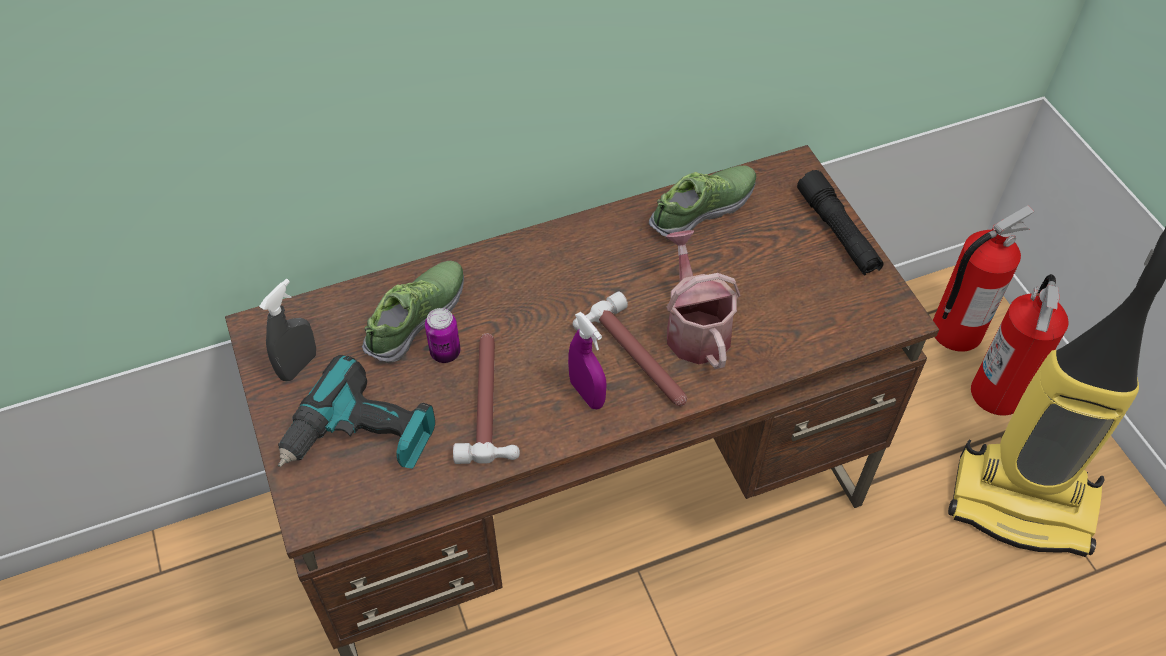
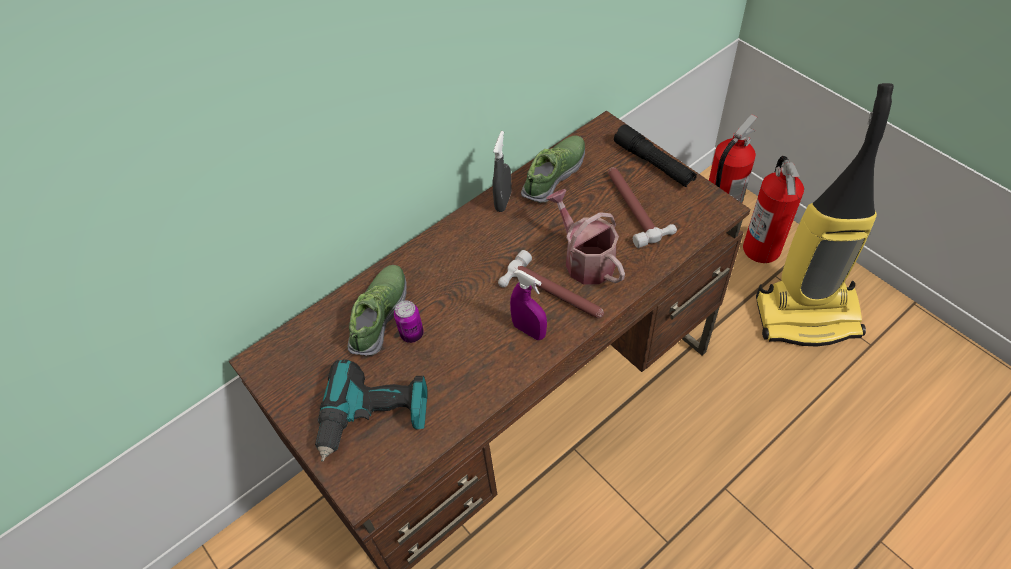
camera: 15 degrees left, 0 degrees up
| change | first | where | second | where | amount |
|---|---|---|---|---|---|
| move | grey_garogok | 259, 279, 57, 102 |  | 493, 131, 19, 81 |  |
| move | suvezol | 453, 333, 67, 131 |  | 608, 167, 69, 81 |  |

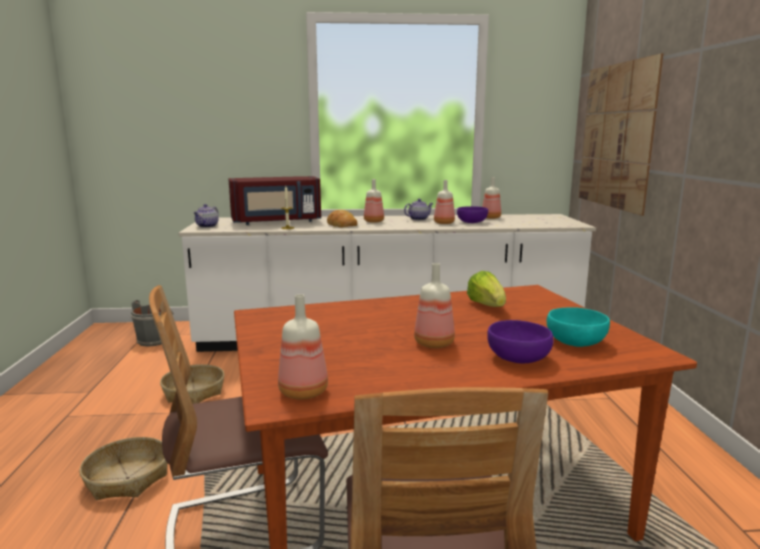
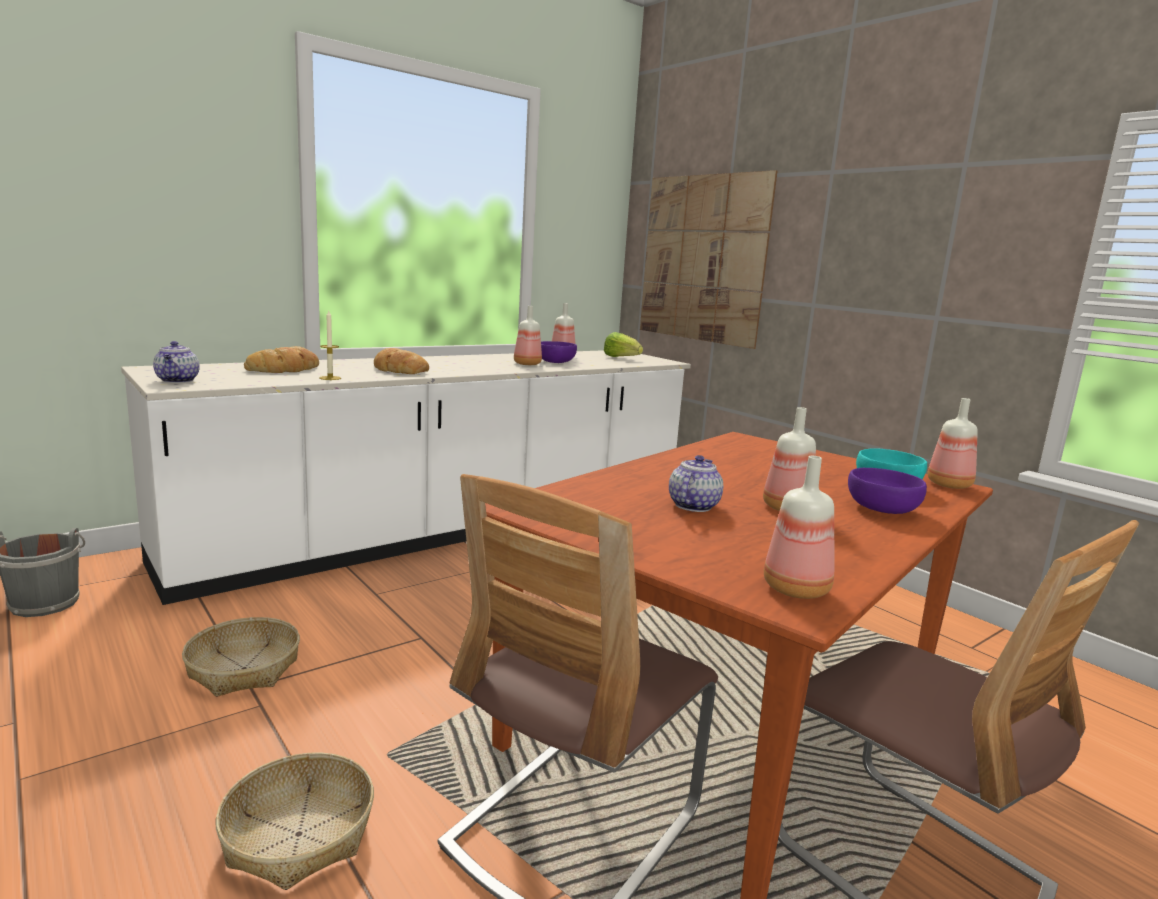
camera: 35 degrees left, 0 degrees up
| change | first | where | second | where | amount |
|---|---|---|---|---|---|
| replace | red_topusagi | 228, 176, 93, 49 | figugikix | 244, 346, 75, 27 |  |
| move | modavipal | 364, 179, 20, 44 |  | 927, 398, 51, 91 |  |
| move | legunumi | 404, 199, 29, 21 |  | 669, 455, 54, 57 |  |
| move | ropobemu | 467, 271, 39, 36 |  | 604, 332, 39, 25 |  |

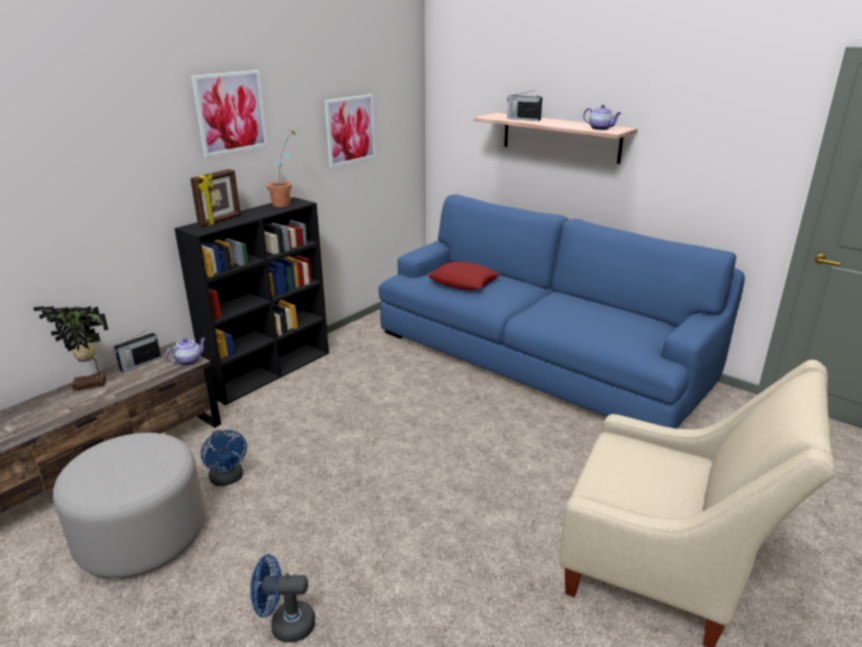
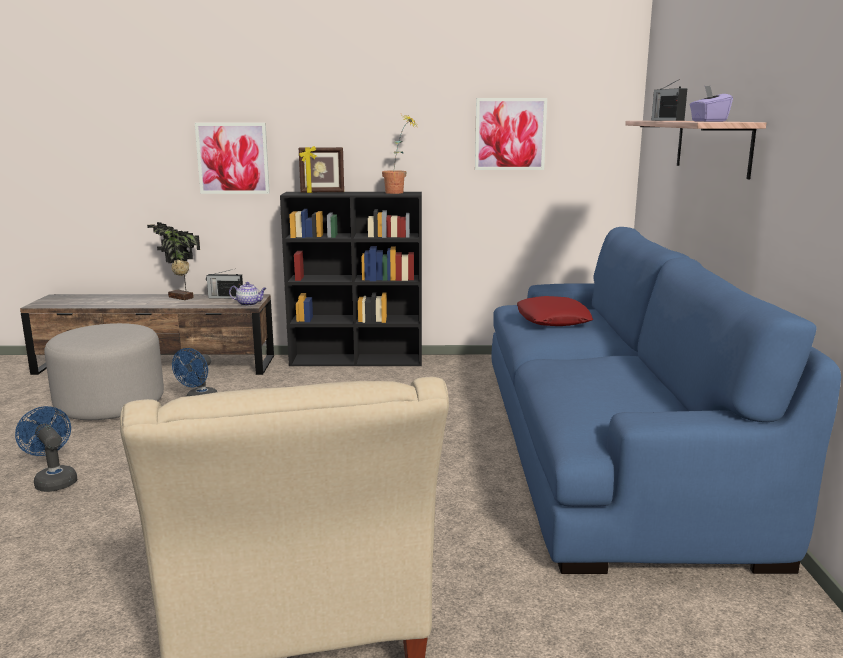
camera: 50 degrees right, 10 degrees down
| change | first | where | second | where | amount |
|---|---|---|---|---|---|
| move | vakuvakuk | 191, 70, 77, 87 |  | 195, 123, 75, 71 |  |
| replace | legunumi | 583, 105, 38, 25 | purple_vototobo | 690, 86, 43, 36 |  |

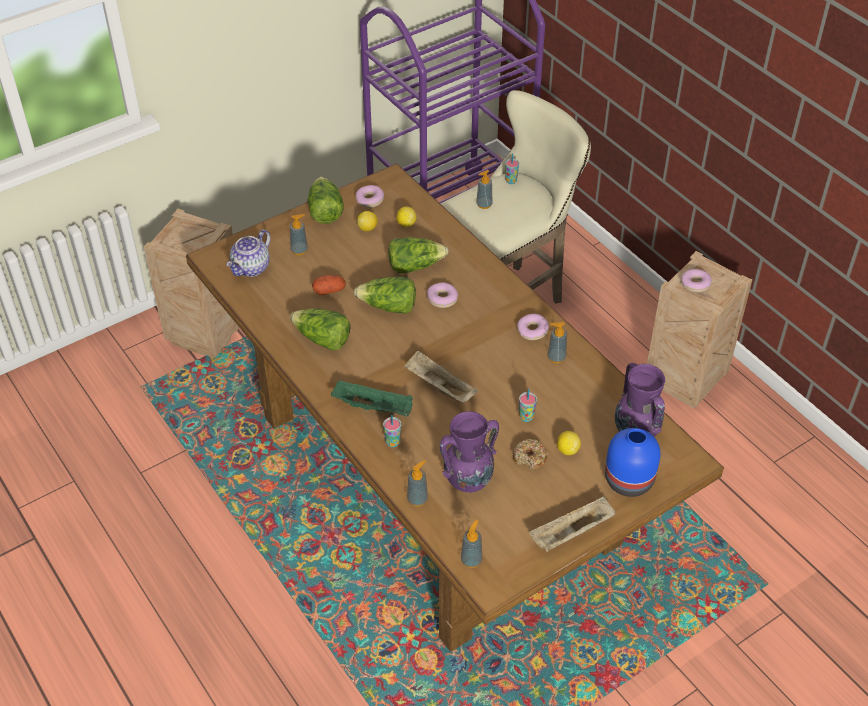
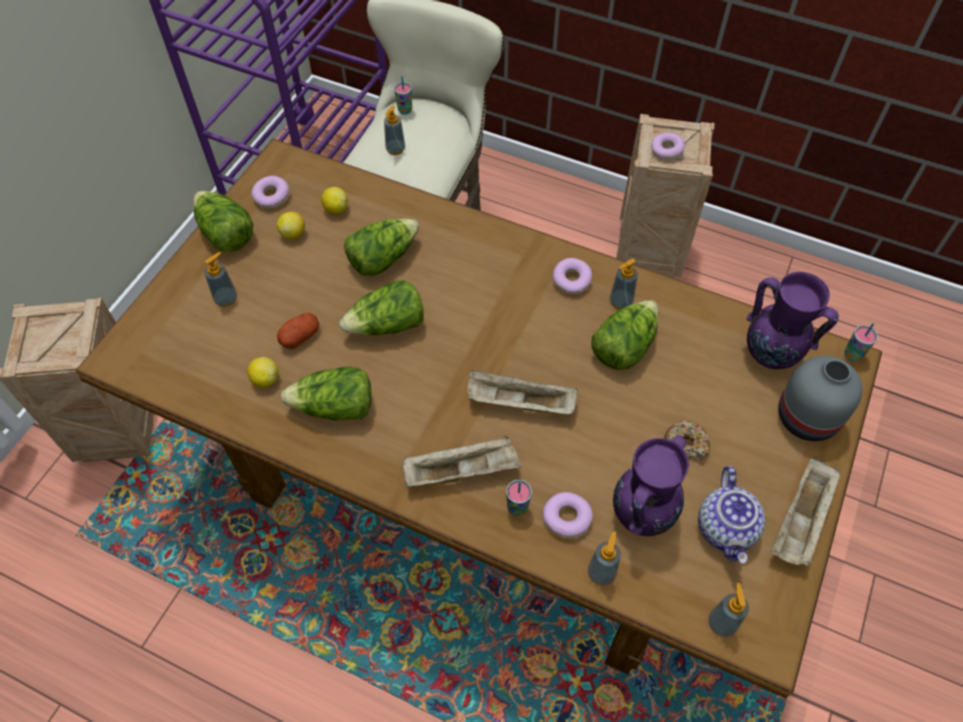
camera: 30 degrees left, 10 degrees up
| change | first | where | second | where | amount |
|---|---|---|---|---|---|
| move | legunumi | 226, 229, 45, 48 |  | 698, 466, 67, 98 |  |
| recolor | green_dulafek | 331, 380, 82, 37 | beige_dulafek | 403, 435, 118, 52 |  |
| move | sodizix | 427, 283, 31, 25 |  | 543, 492, 50, 47 |  |
| move | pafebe | 519, 389, 18, 33 |  | 845, 323, 33, 39 |  |
| move | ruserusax | 557, 431, 24, 24 |  | 247, 357, 31, 31 |  |
| recolor | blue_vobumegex | 605, 428, 56, 69 | grey_vobumegex | 778, 356, 84, 85 |  |
| insert |  |  | ropobemu | 591, 300, 67, 70 |  |

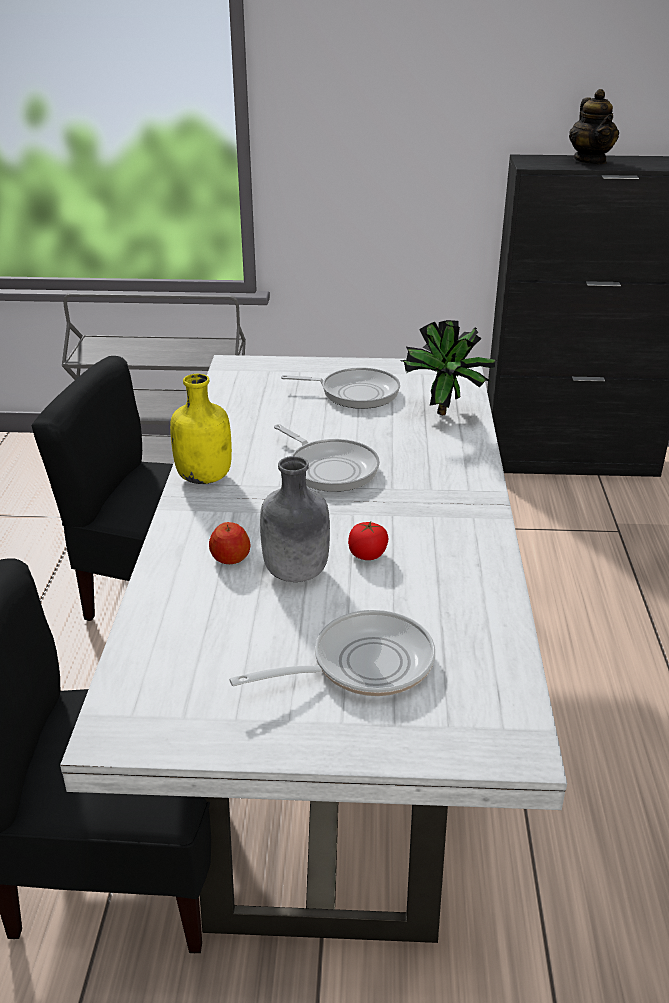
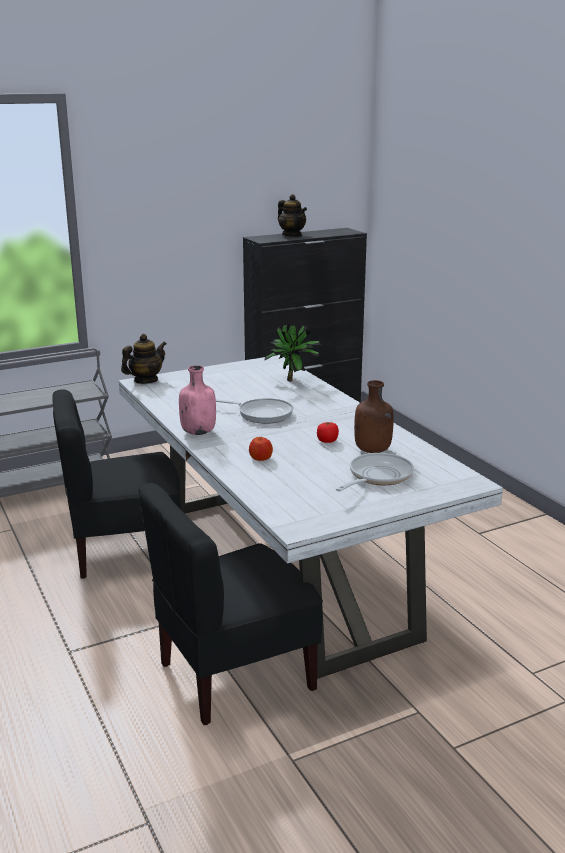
camera: 30 degrees left, 10 degrees down
| change | first | where | second | where | amount |
|---|---|---|---|---|---|
| recolor | yellow_modavipal | 170, 374, 62, 110 | pink_modavipal | 179, 365, 37, 70 |  |
| delete | grey_modavipal | 260, 456, 70, 126 |  |  |  |
| delete | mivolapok | 281, 367, 119, 42 |  |  |  |
| insert |  |  | legunumi | 121, 334, 45, 50 |  |
| insert |  |  | brown_modavipal | 354, 380, 40, 73 |  |

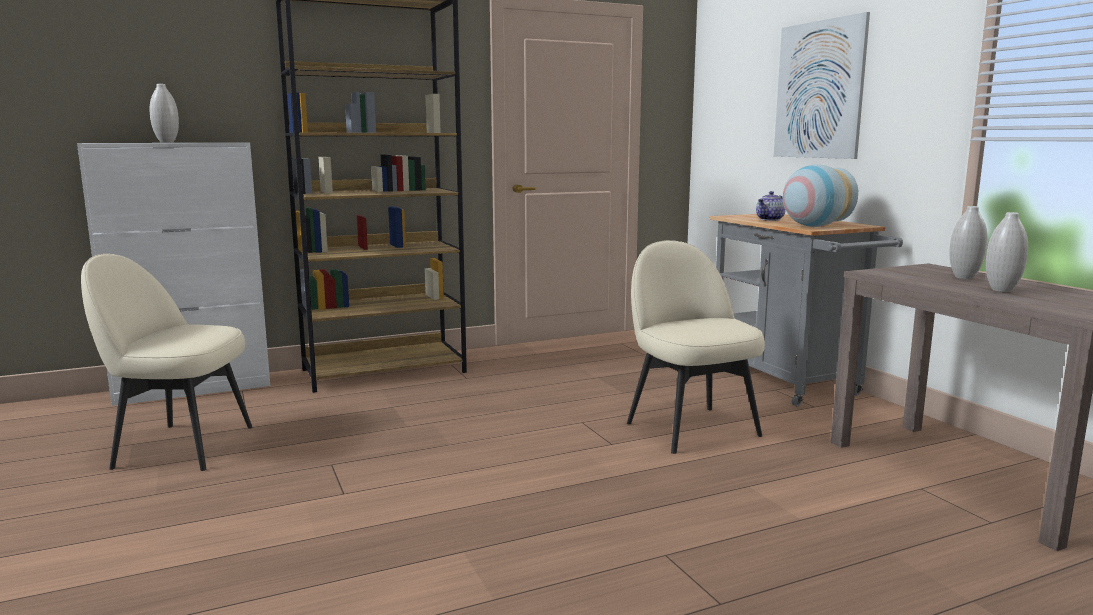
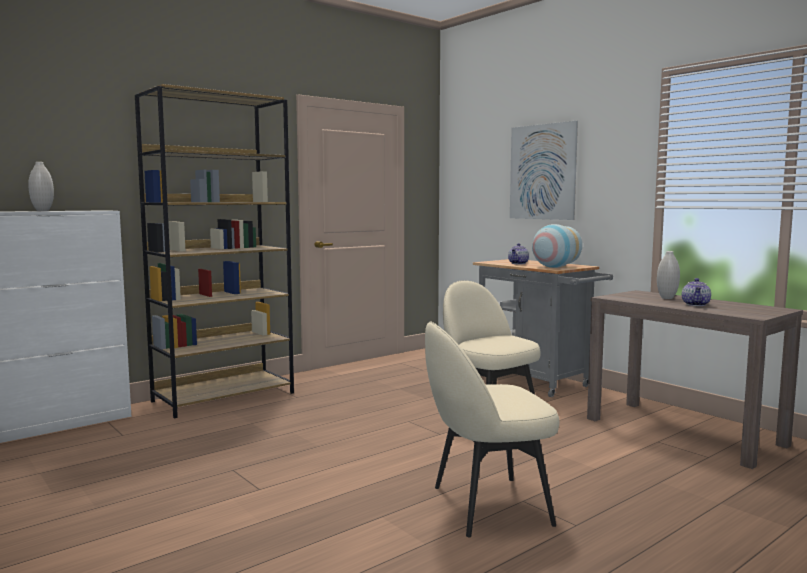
camera: 15 degrees left, 5 degrees down
| change | first | where | second | where | amount |
|---|---|---|---|---|---|
| move | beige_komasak | 81, 254, 171, 217 |  | 425, 321, 134, 216 |  |
| replace | white_vobumegex | 986, 212, 42, 80 | legunumi | 682, 278, 29, 28 |  |

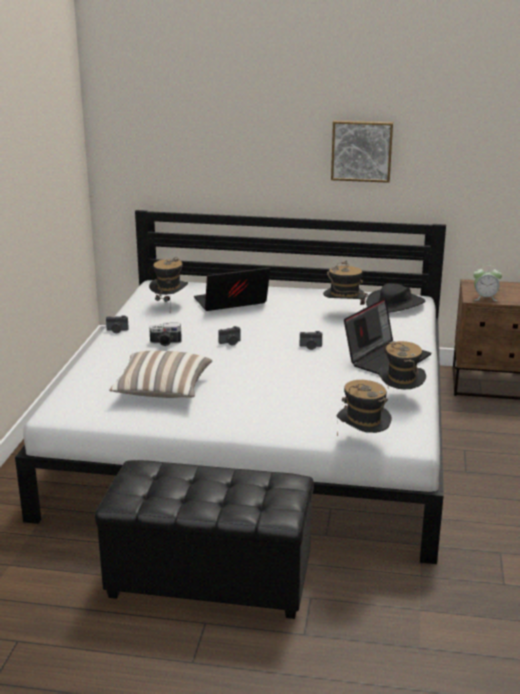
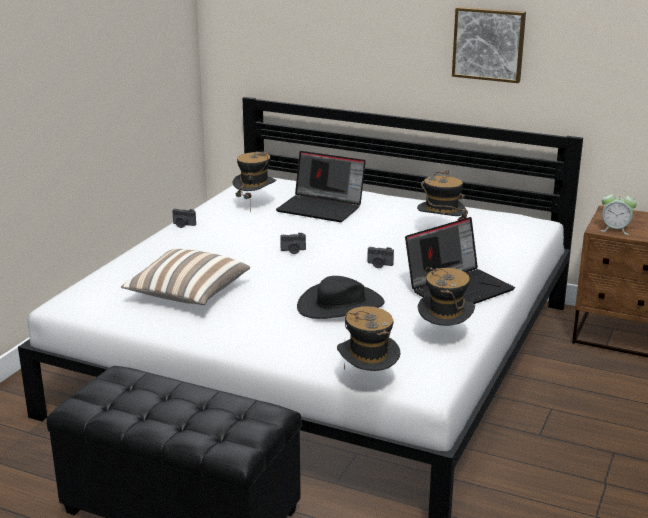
camera: 15 degrees right, 0 degrees up
| change | first | where | second | where | amount |
|---|---|---|---|---|---|
| delete | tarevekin | 149, 322, 33, 24 |  |  |  |
| rotate | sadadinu | 194, 268, 76, 43 |  | 276, 151, 90, 71 | 150 degrees counterclockwise |
| move | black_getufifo | 366, 283, 60, 30 |  | 297, 276, 88, 43 |  |

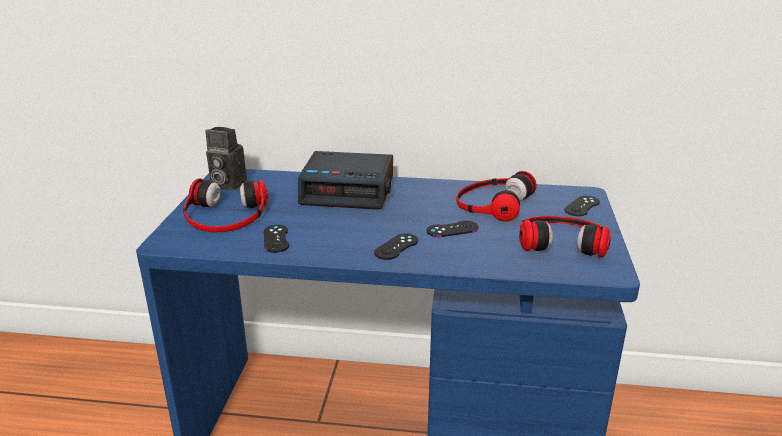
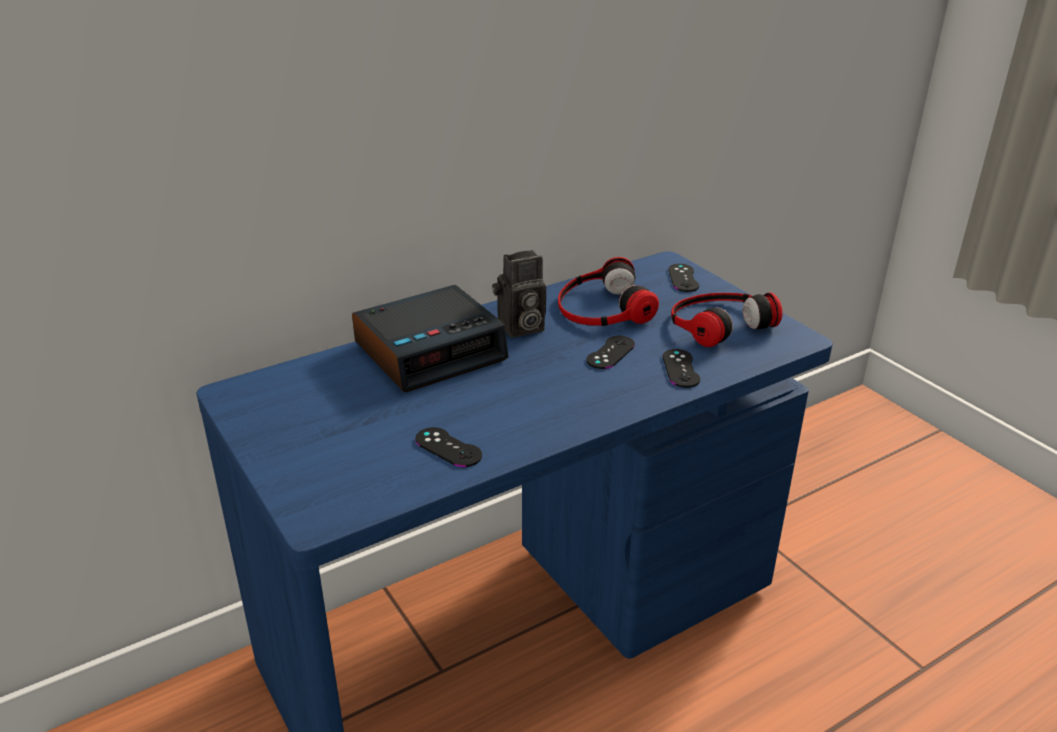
camera: 40 degrees left, 5 degrees up
| change | first | where | second | where | amount |
|---|---|---|---|---|---|
| delete | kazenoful | 183, 178, 85, 54 |  |  |  |
| move | tarevekin | 205, 127, 42, 63 |  | 492, 250, 54, 88 |  |
| move | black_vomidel | 374, 234, 44, 26 |  | 662, 349, 38, 39 |  |

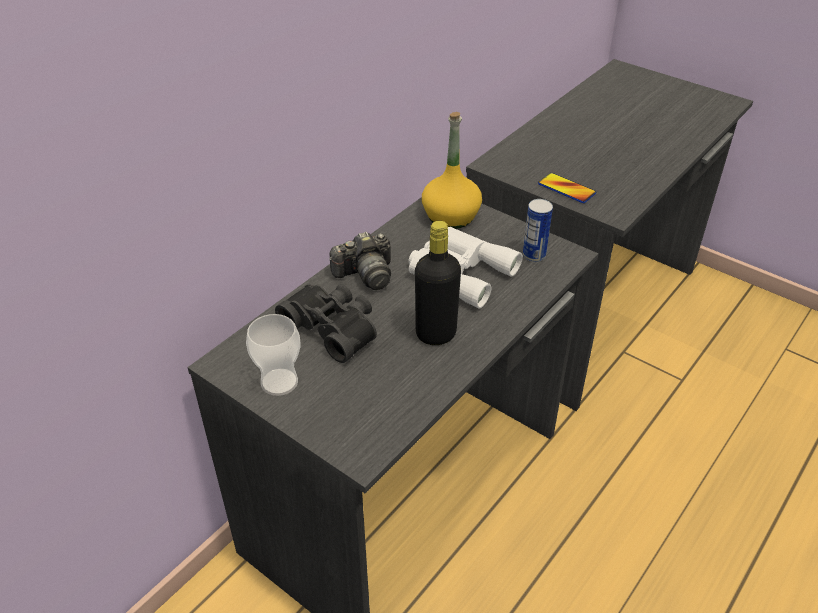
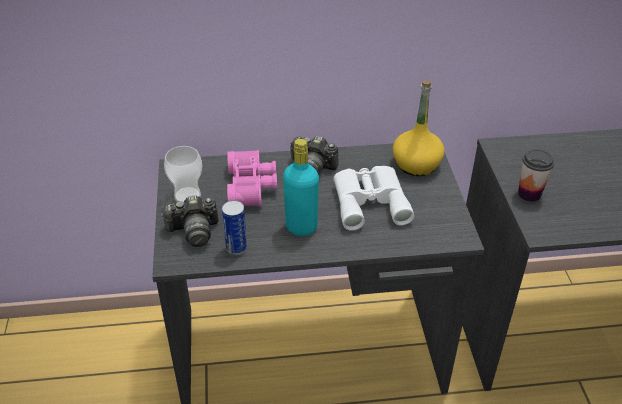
camera: 45 degrees right, 0 degrees up
| change | first | where | second | where | amount |
|---|---|---|---|---|---|
| recolor | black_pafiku | 275, 284, 102, 79 | pink_pafiku | 227, 150, 50, 56 |  |
| recolor | black_modavipal | 415, 221, 46, 124 | turquoise_modavipal | 283, 139, 36, 97 |  |
| move | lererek | 523, 199, 30, 63 |  | 222, 200, 25, 55 |  |
| replace | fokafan | 538, 173, 58, 30 | pafebe | 518, 149, 37, 53 |  |
| insert |  |  | tarevekin | 161, 195, 58, 52 |  |

